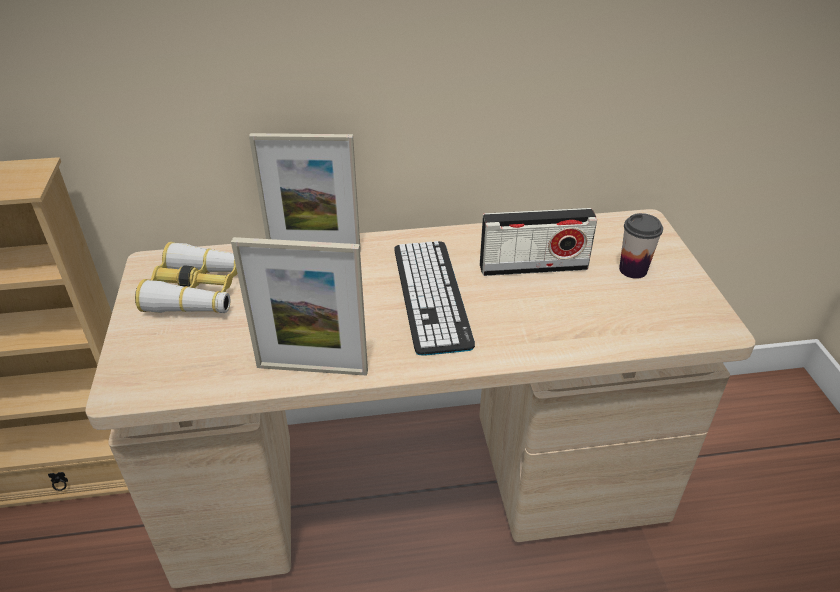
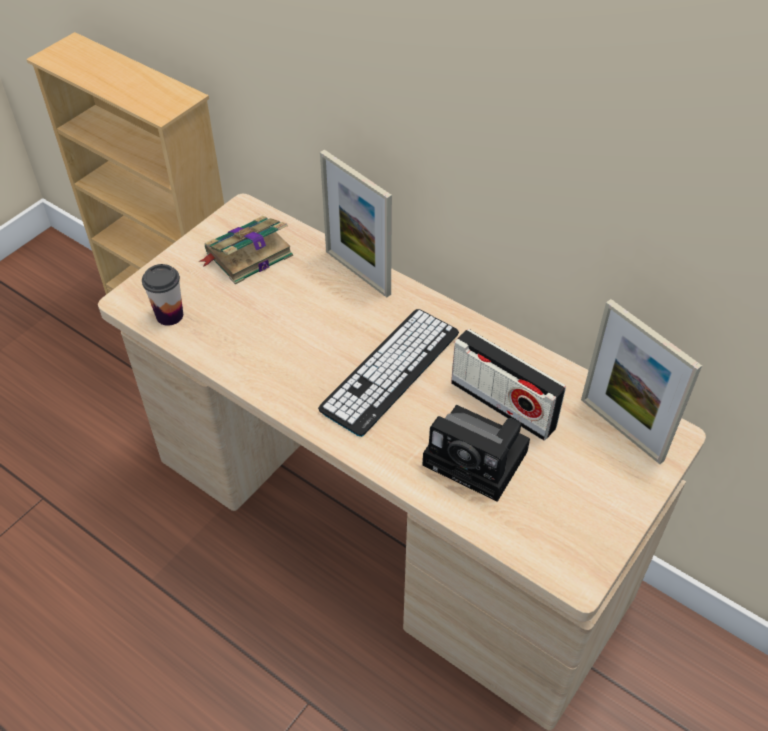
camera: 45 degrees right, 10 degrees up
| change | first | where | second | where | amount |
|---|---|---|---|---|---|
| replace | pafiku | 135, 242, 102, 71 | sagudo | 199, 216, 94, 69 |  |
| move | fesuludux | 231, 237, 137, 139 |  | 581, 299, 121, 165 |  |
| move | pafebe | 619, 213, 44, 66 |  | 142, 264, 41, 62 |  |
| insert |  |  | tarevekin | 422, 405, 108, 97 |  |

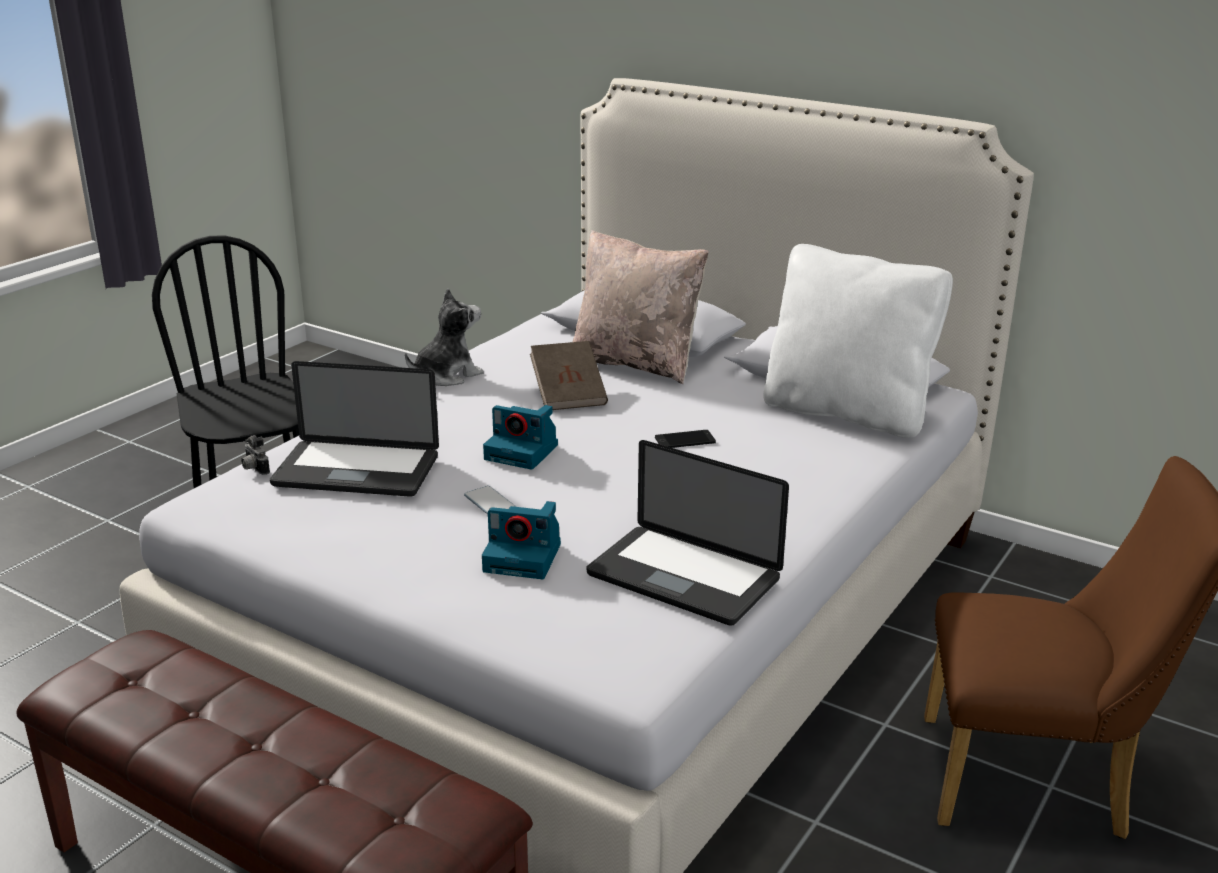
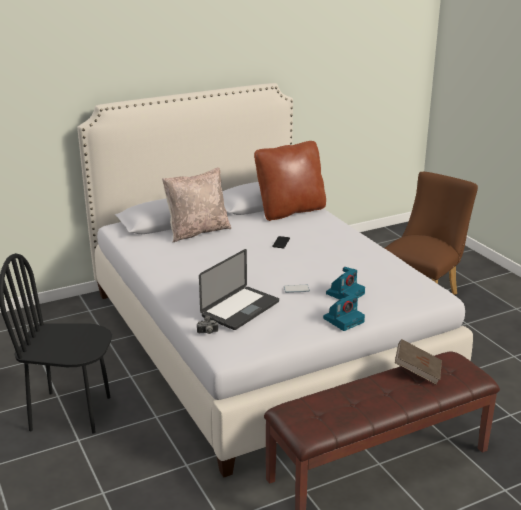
camera: 60 degrees left, 0 degrees up
| change | first | where | second | where | amount |
|---|---|---|---|---|---|
| delete | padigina | 405, 288, 79, 98 |  |  |  |
| move | tarevekin | 483, 405, 75, 65 |  | 323, 291, 42, 40 |  |
| move | brown_sagudo | 530, 341, 78, 69 |  | 395, 339, 47, 46 |  |
| delete | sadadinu | 587, 440, 202, 186 |  |  |  |
| recolor | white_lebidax | 764, 244, 189, 194 | brown_lebidax | 254, 141, 72, 80 |  |

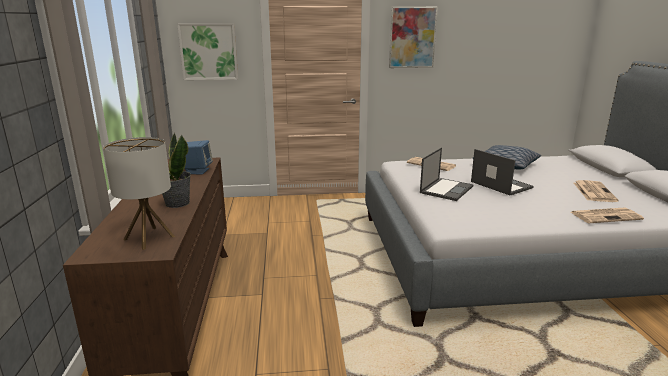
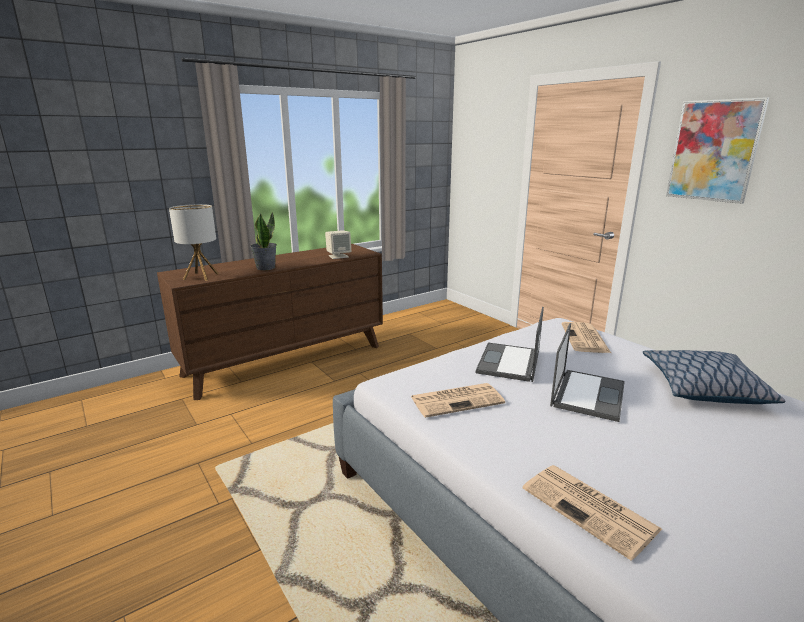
camera: 60 degrees right, 0 degrees up
| change | first | where | second | where | amount |
|---|---|---|---|---|---|
| delete | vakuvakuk | 177, 23, 61, 57 |  |  |  |
| recolor | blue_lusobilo | 184, 140, 29, 35 | beige_lusobilo | 325, 230, 26, 29 |  |
| rotate | sadadinu | 420, 148, 53, 53 |  | 476, 307, 68, 75 | 105 degrees clockwise |
| move | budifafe | 574, 180, 45, 22 |  | 411, 383, 94, 35 |  |

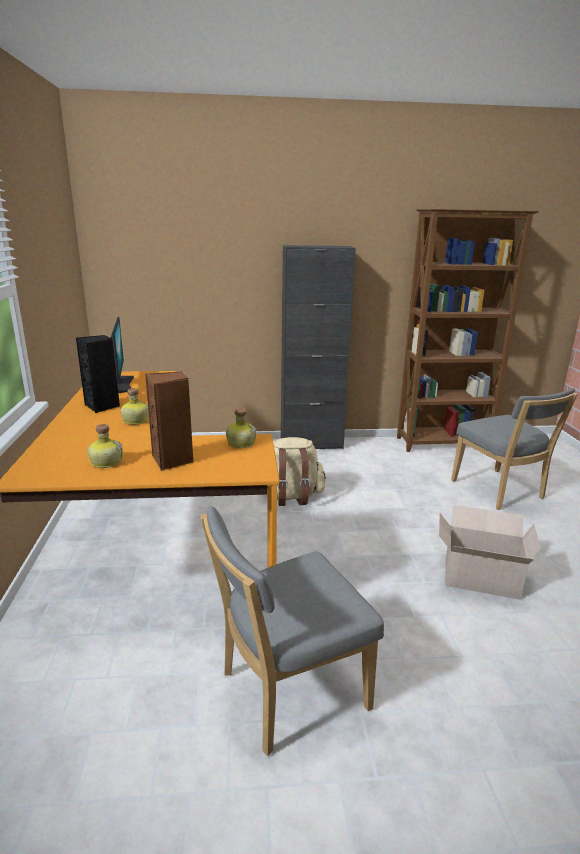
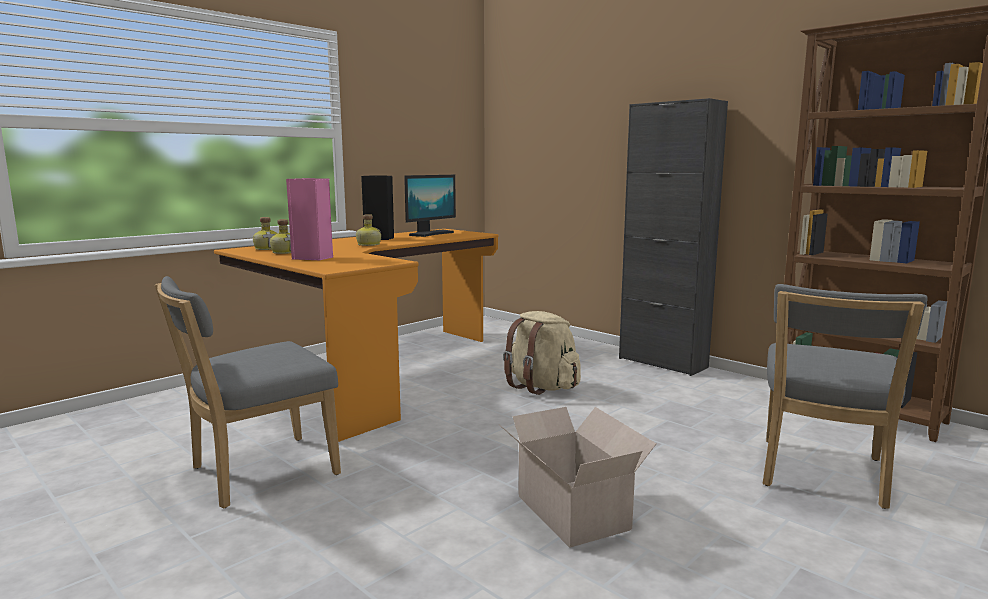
camera: 50 degrees right, 10 degrees down
| change | first | where | second | where | amount |
|---|---|---|---|---|---|
| recolor | brown_lusobilo | 145, 372, 48, 99 | pink_lusobilo | 286, 178, 48, 82 |  |
| rotate | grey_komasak | 201, 506, 183, 250 |  | 155, 276, 186, 232 | 60 degrees counterclockwise |
| move | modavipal | 226, 408, 30, 40 |  | 253, 217, 25, 33 |  |

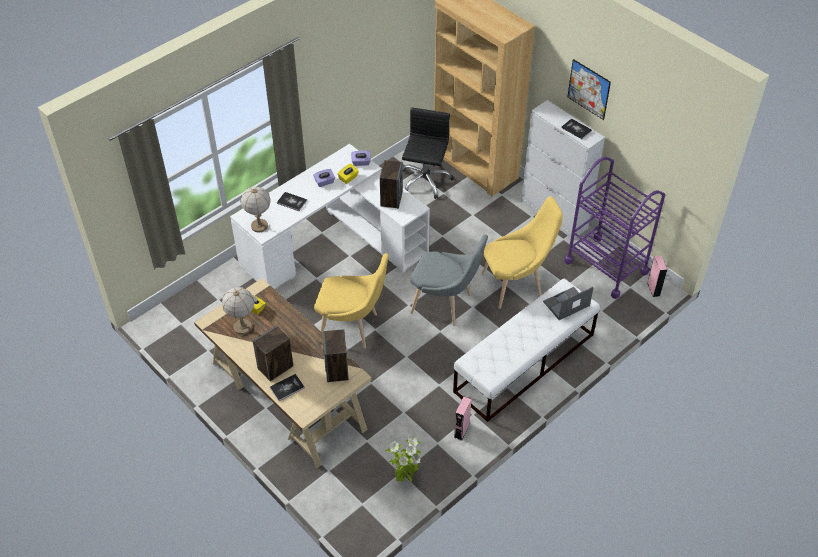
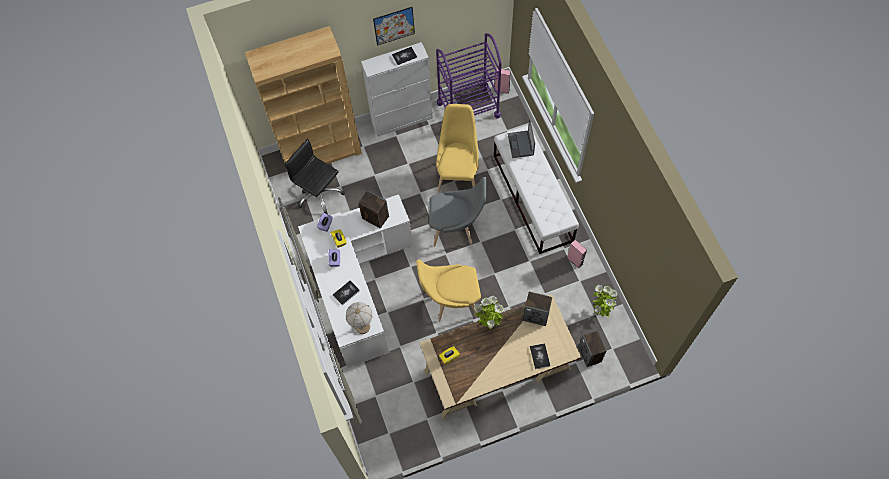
camera: 65 degrees left, 15 degrees up
| change | first | where | second | where | amount |
|---|---|---|---|---|---|
| delete | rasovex | 222, 287, 33, 48 |  |  |  |
| move | lusobilo | 253, 326, 40, 55 |  | 579, 331, 27, 36 |  |
| rotate | yellow_komasak | 314, 253, 75, 96 |  | 416, 259, 65, 63 | 135 degrees counterclockwise |
| rotate | grey_komasak | 410, 234, 78, 92 |  | 429, 177, 58, 70 | 45 degrees clockwise |
| insert |  |  | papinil | 474, 296, 30, 33 |  |

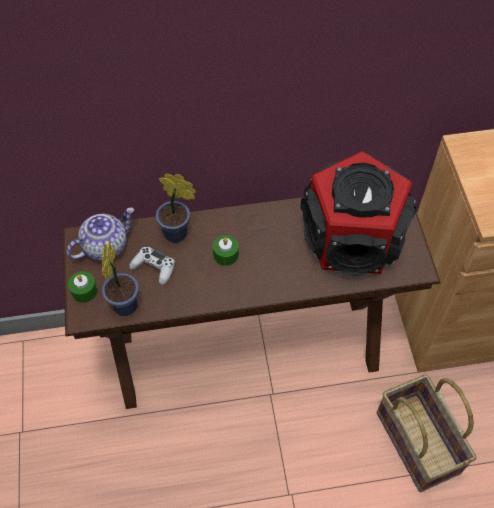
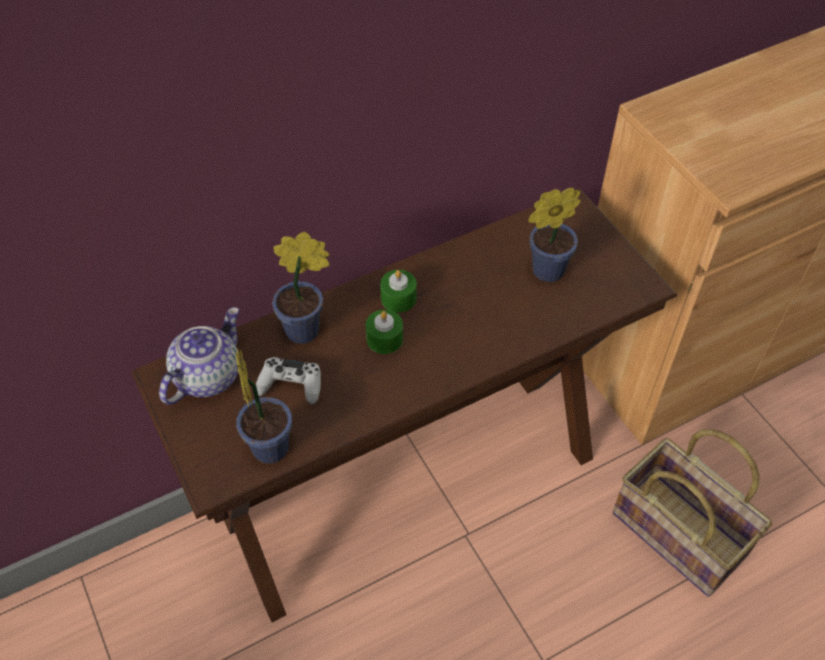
camera: 20 degrees left, 5 degrees down
| change | first | where | second | where | amount |
|---|---|---|---|---|---|
| move | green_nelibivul | 68, 271, 30, 32 |  | 380, 270, 37, 43 |  |
| replace | lusobilo | 300, 151, 117, 125 | papinil | 528, 188, 53, 94 |  |

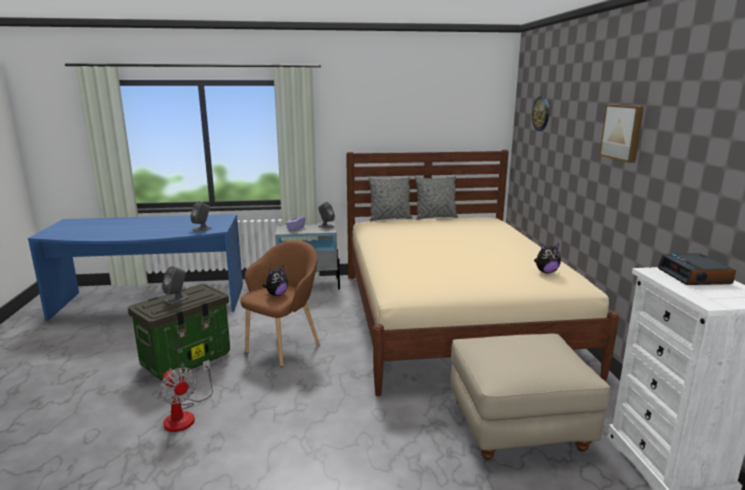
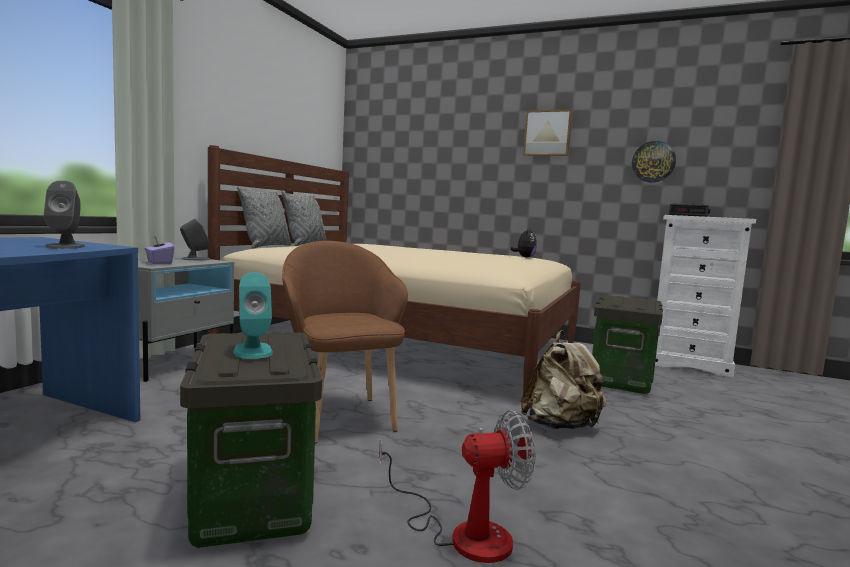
camera: 60 degrees left, 10 degrees down
| change | first | where | second | where | amount |
|---|---|---|---|---|---|
| recolor | grey_lusobilo | 162, 266, 27, 38 | turquoise_lusobilo | 234, 272, 39, 87 |  |
| delete | padigina | 263, 266, 25, 30 |  |  |  |
| replace | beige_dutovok | 450, 334, 160, 126 | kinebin | 592, 295, 71, 99 |  |
| move | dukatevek | 532, 96, 17, 35 |  | 632, 141, 44, 41 |  |
| insert |  |  | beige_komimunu | 520, 330, 87, 99 |  |

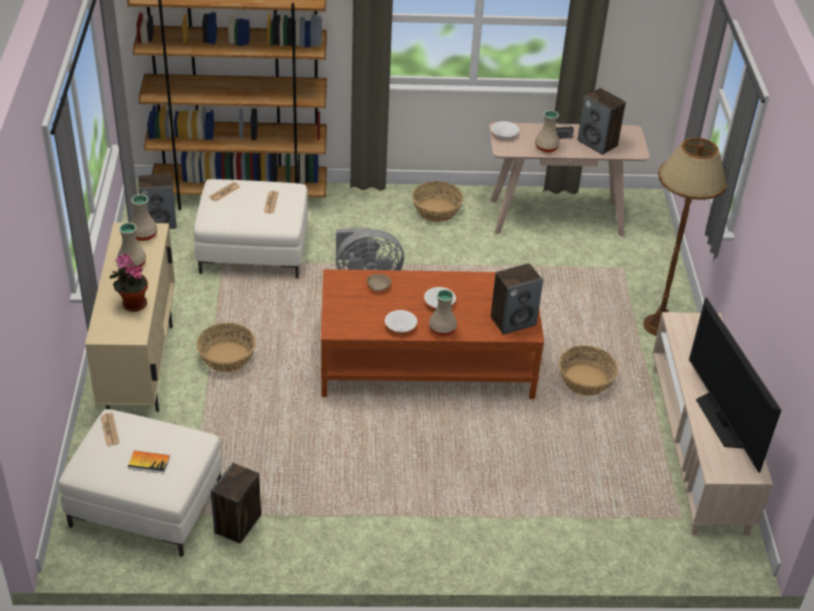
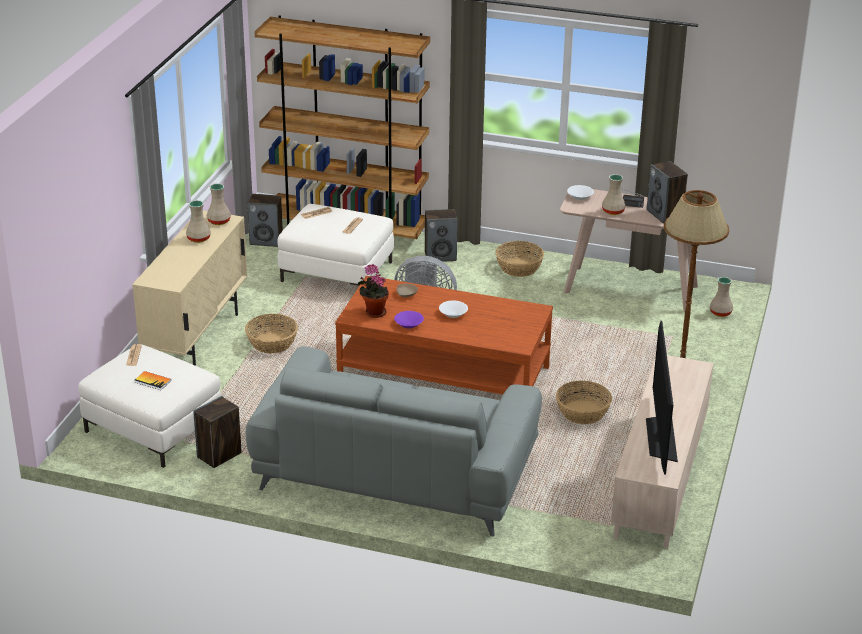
camera: 20 degrees right, 10 degrees down
| change | first | where | second | where | amount |
|---|---|---|---|---|---|
| move | papinil | 109, 254, 39, 58 |  | 358, 264, 31, 54 |  |
| recolor | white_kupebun | 385, 310, 32, 23 | purple_kupebun | 394, 311, 30, 18 |  |
| move | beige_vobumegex | 429, 289, 28, 47 |  | 710, 277, 23, 40 |  |
| move | lusobilo | 491, 263, 52, 72 |  | 425, 209, 33, 53 |  |
| insert |  |  | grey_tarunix | 246, 346, 296, 191 |  |

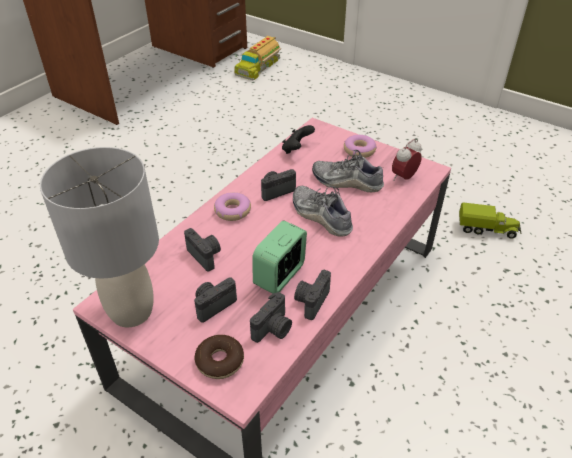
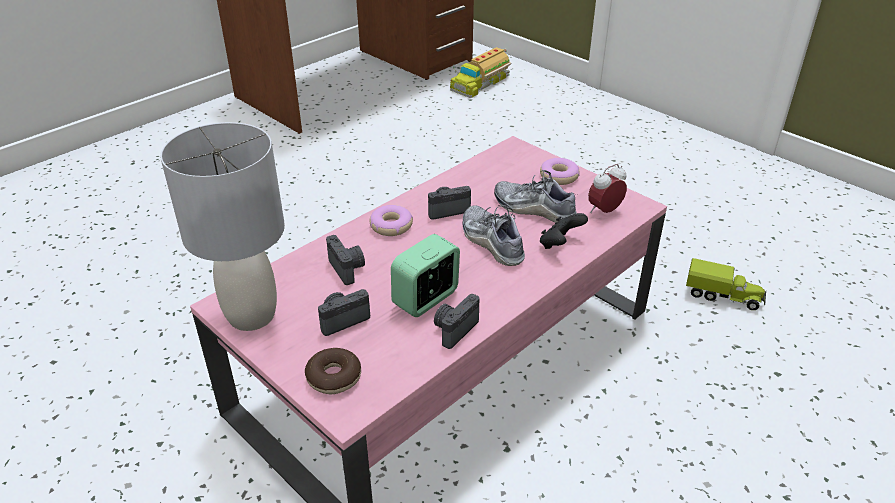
camera: 10 degrees right, 5 degrees down
| change | first | where | second | where | amount |
|---|---|---|---|---|---|
| delete | tarevekin | 250, 292, 42, 51 |  |  |  |
| move | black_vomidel | 282, 125, 33, 29 |  | 540, 213, 48, 36 |  |

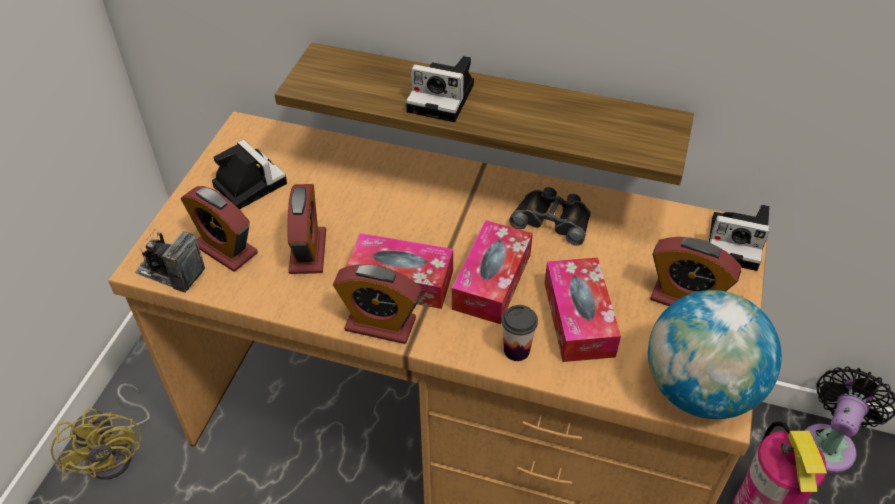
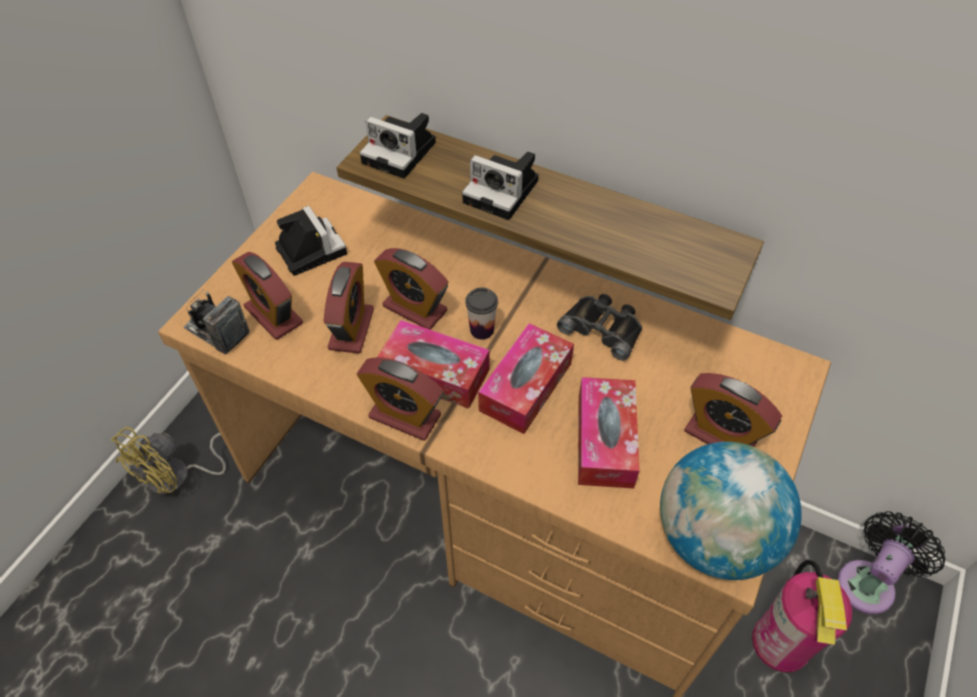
camera: 10 degrees right, 5 degrees up
| change | first | where | second | where | amount |
|---|---|---|---|---|---|
| rotate | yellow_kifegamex | 51, 383, 99, 97 |  | 111, 427, 115, 69 | 45 degrees clockwise |
| move | pafebe | 502, 305, 36, 56 |  | 465, 287, 33, 53 |  |
| move | tarevekin | 709, 205, 61, 66 |  | 360, 113, 76, 66 |  |
| insert |  |  | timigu | 374, 248, 74, 82 |  |

